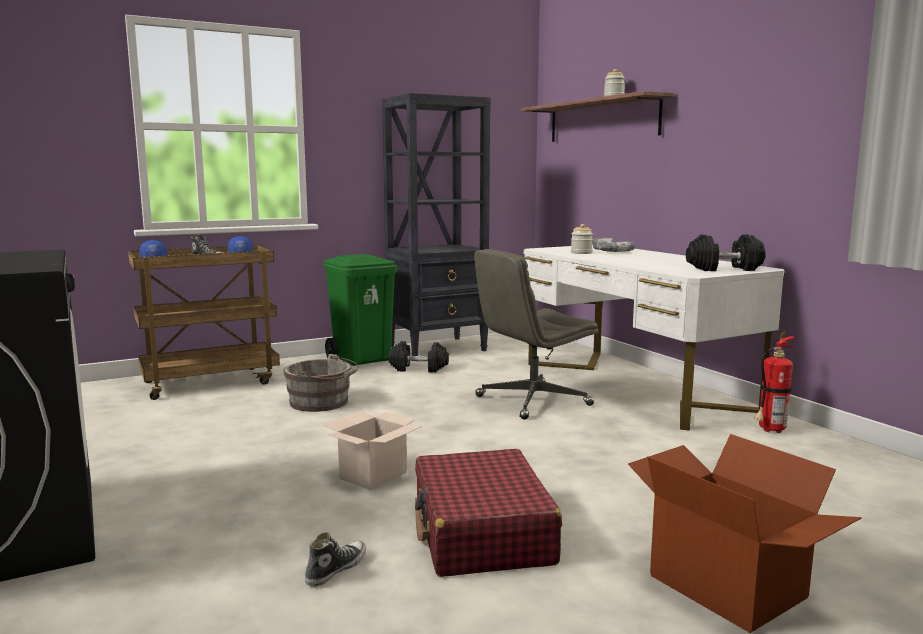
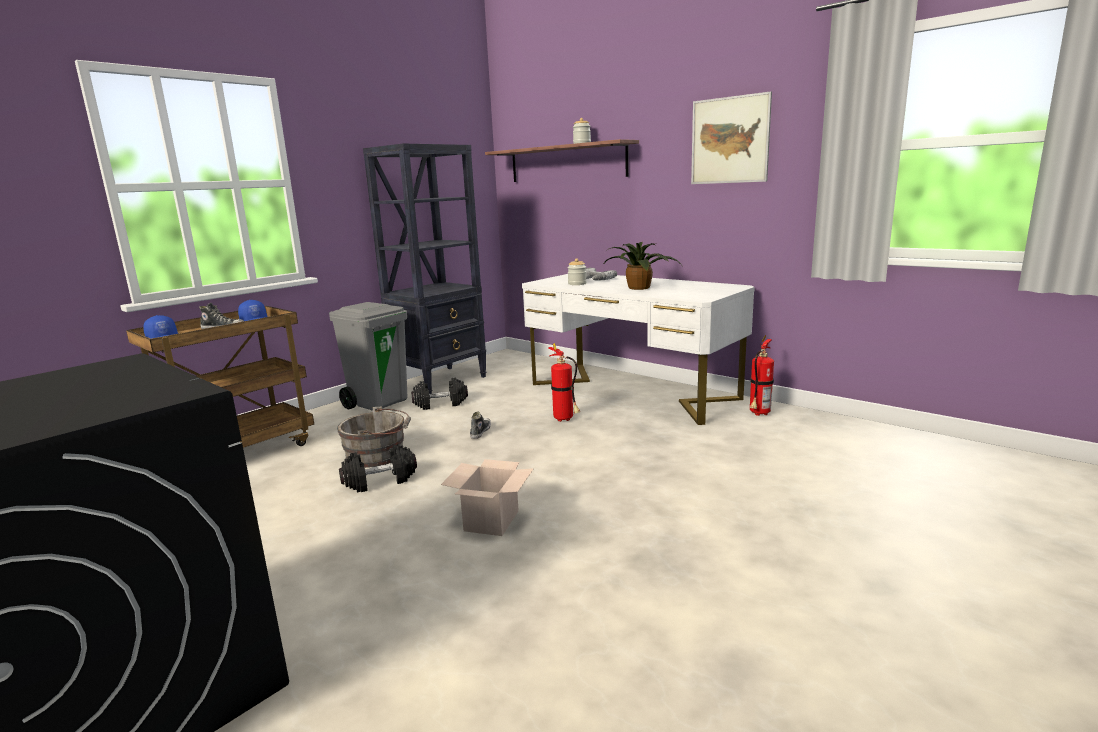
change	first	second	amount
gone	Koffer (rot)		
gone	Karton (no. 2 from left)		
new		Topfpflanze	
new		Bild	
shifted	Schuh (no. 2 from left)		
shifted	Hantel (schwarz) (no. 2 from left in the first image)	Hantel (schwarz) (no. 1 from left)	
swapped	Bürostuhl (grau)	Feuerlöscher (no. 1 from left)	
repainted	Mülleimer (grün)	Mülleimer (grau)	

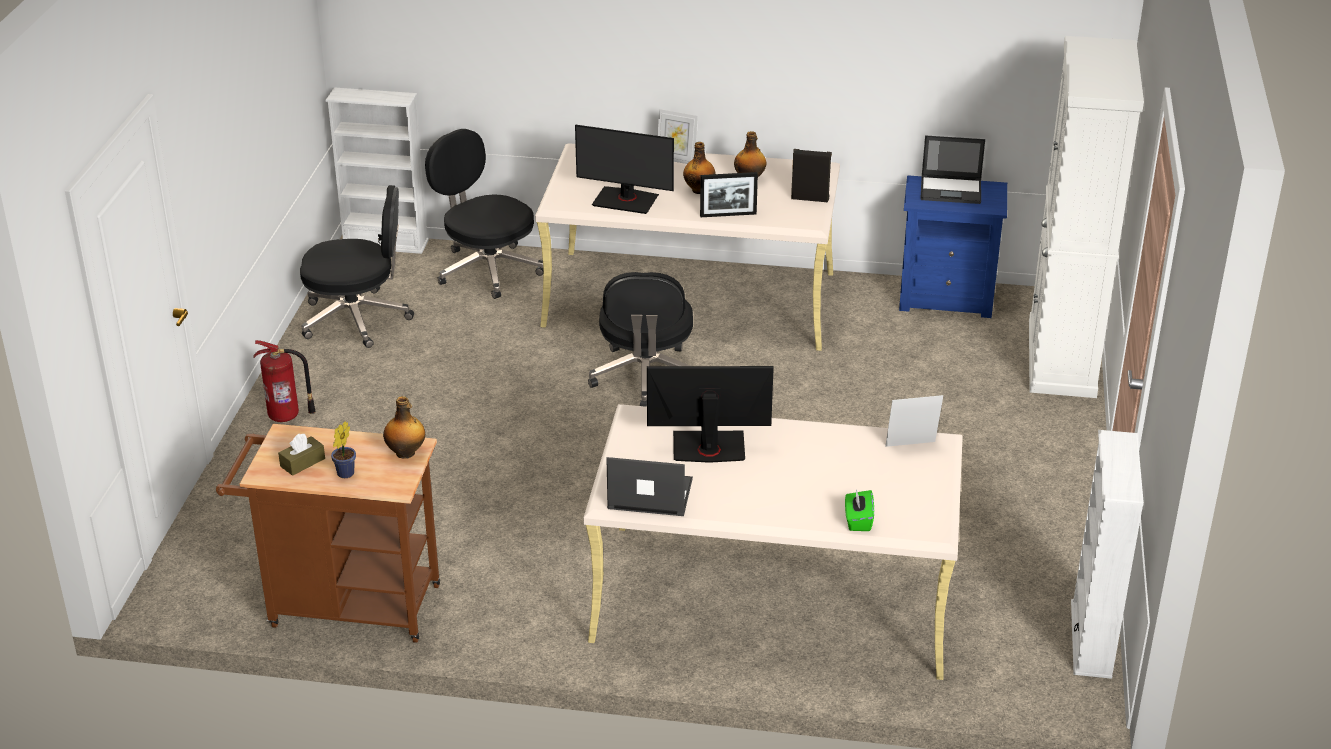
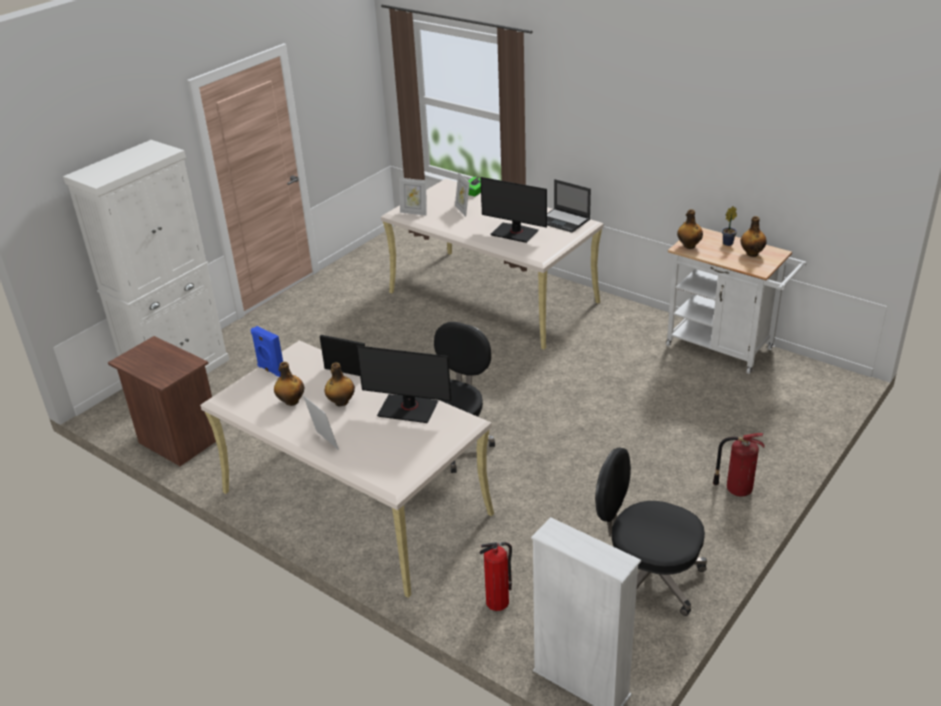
change	first	second	amount
gone	Laptop (no. 2 from left)		
gone	Bücherregal (weiß) (no. 2 from left)		
new		Bilderrahmen (no. 4 from left)	
swapped	Taschentuchbox (braun)	Flasche (no. 4 from left)	
swapped	Bürostuhl (schwarz) (no. 2 from left)	Feuerlöscher (no. 1 from left)	
repainted	Rollwagen (braun)	Rollwagen (weiß)	
repainted	Lautsprecher (schwarz)	Lautsprecher (blau)	
repainted	Nachttisch (blau)	Nachttisch (braun)	
rotated	Monitor (no. 1 from left)		150 degrees clockwise

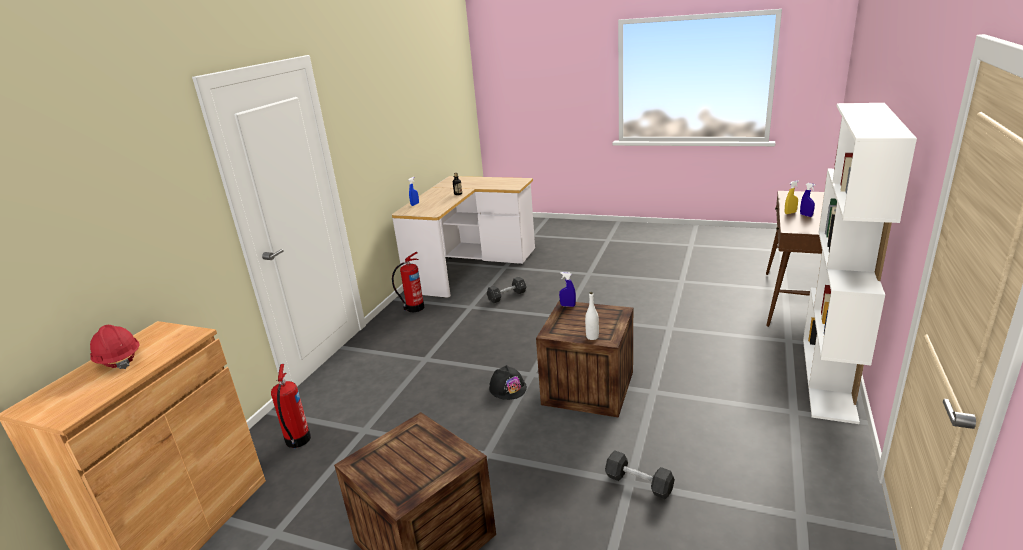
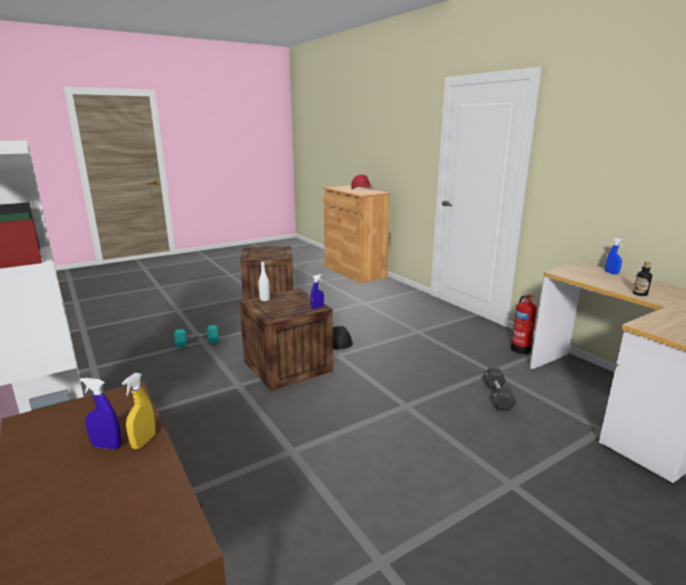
change	first	second	amount
gone	Feuerlöscher (no. 1 from left)		
repainted	Hantel (schwarz) (no. 2 from left)	Hantel (türkis)	

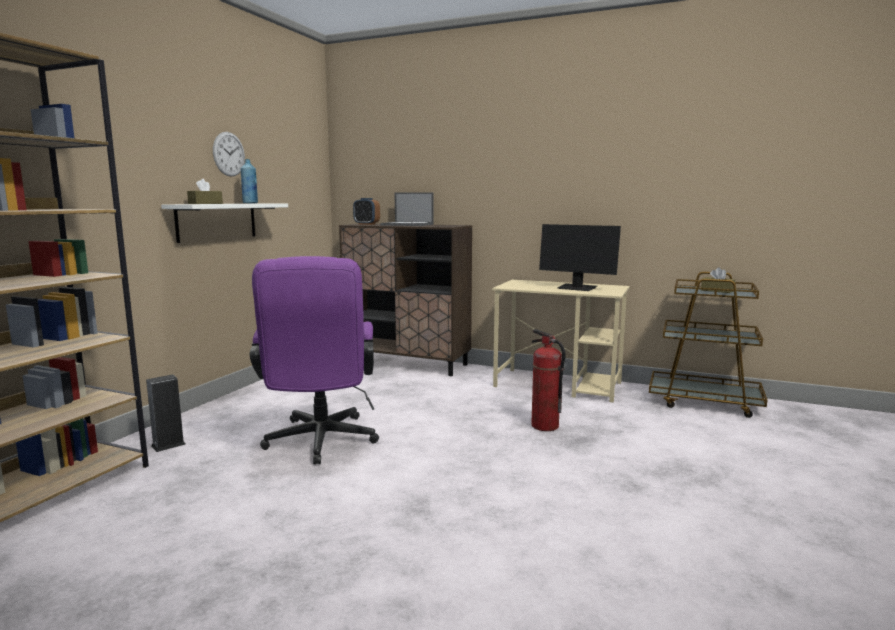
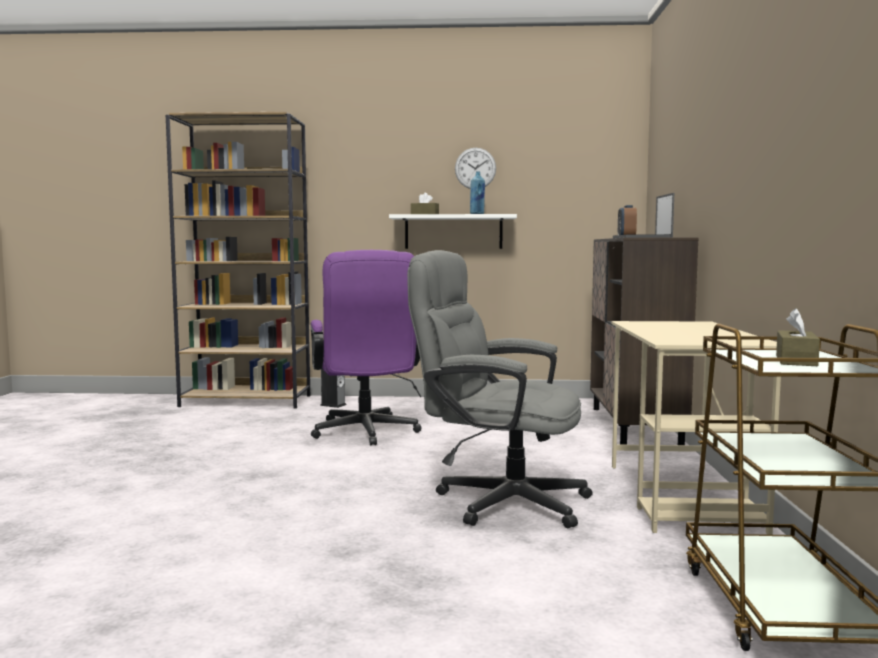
change	first	second	amount
gone	Monitor		
swapped	Feuerlöscher	Bürostuhl (grau)	
rotated	Bürostuhl (lila)		75 degrees counterclockwise

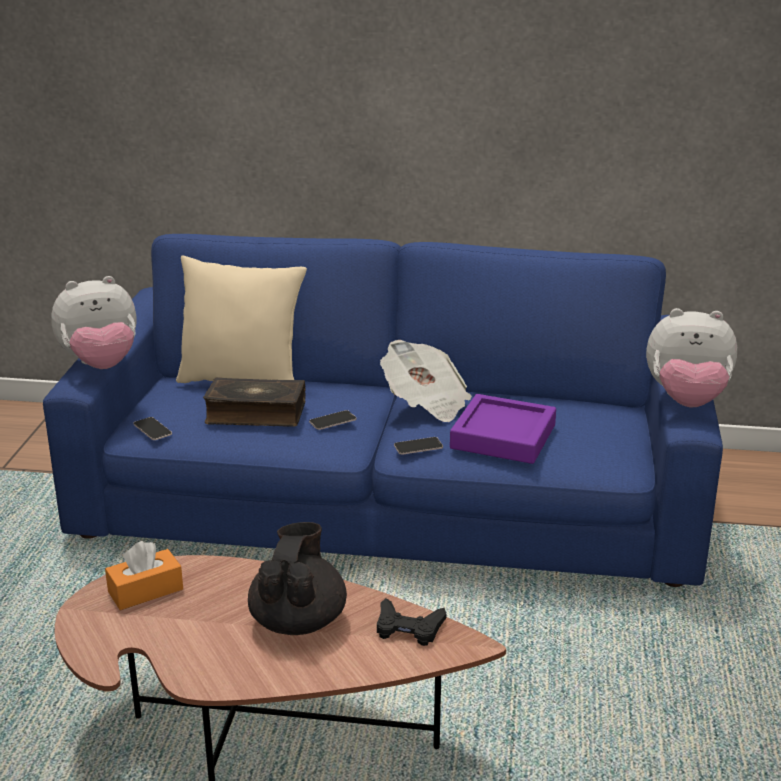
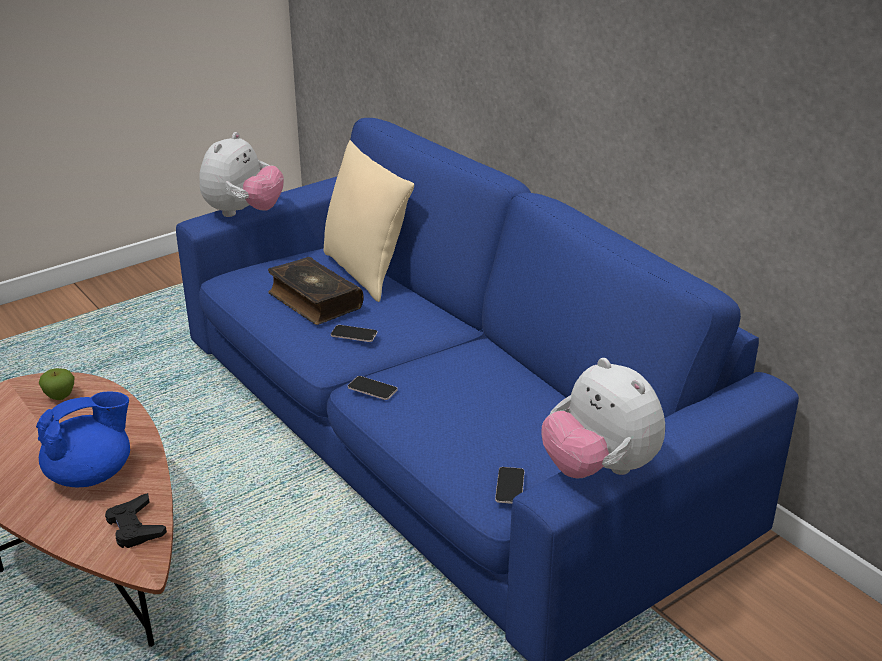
change	first	second	amount
gone	Zeitung		
gone	Tablett (lila)		
shifted	Handy (no. 1 from left in the first image)	Handy (no. 3 from left)	
swapped	Taschentuchbox (orange)	Apfel	
repainted	Teekanne (schwarz)	Teekanne (blau)	
rotated	Plüschtier (no. 1 from left)		90 degrees counterclockwise

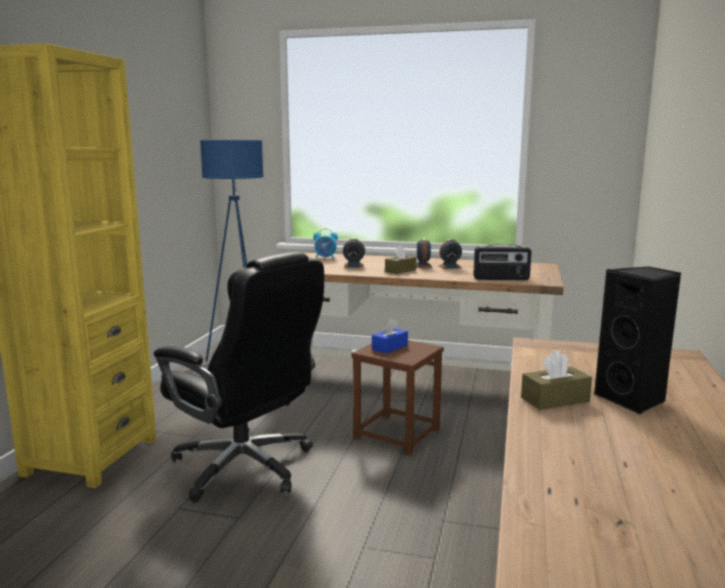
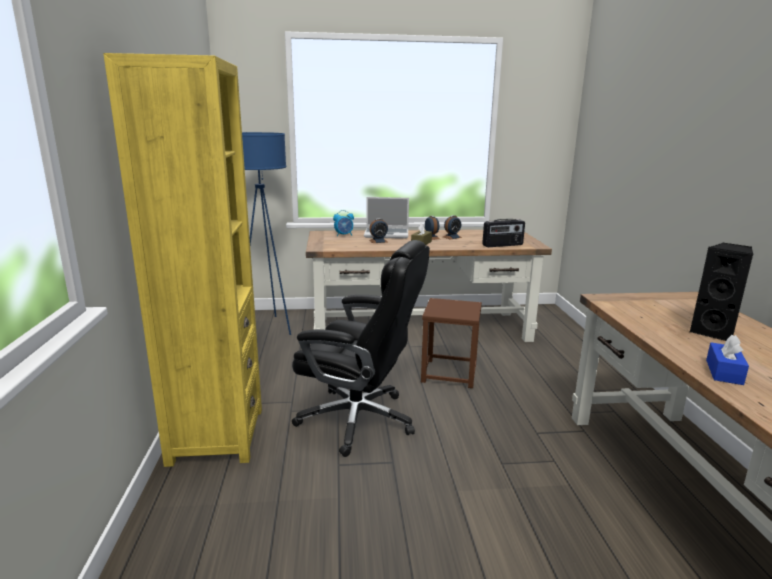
change	first	second	amount
gone	Taschentuchbox (braun) (no. 2 from left)		
new		Laptop	
shifted	Taschentuchbox (blau)		

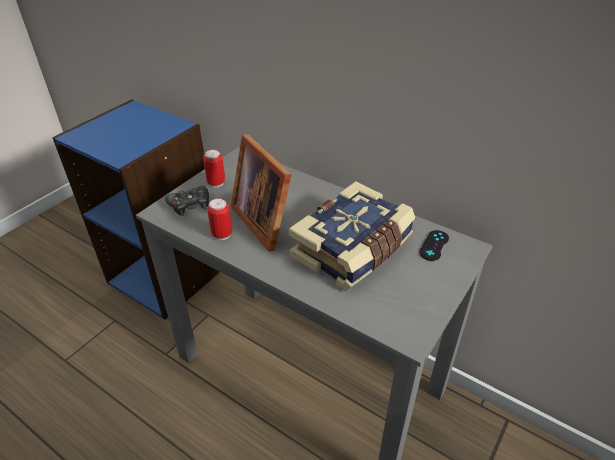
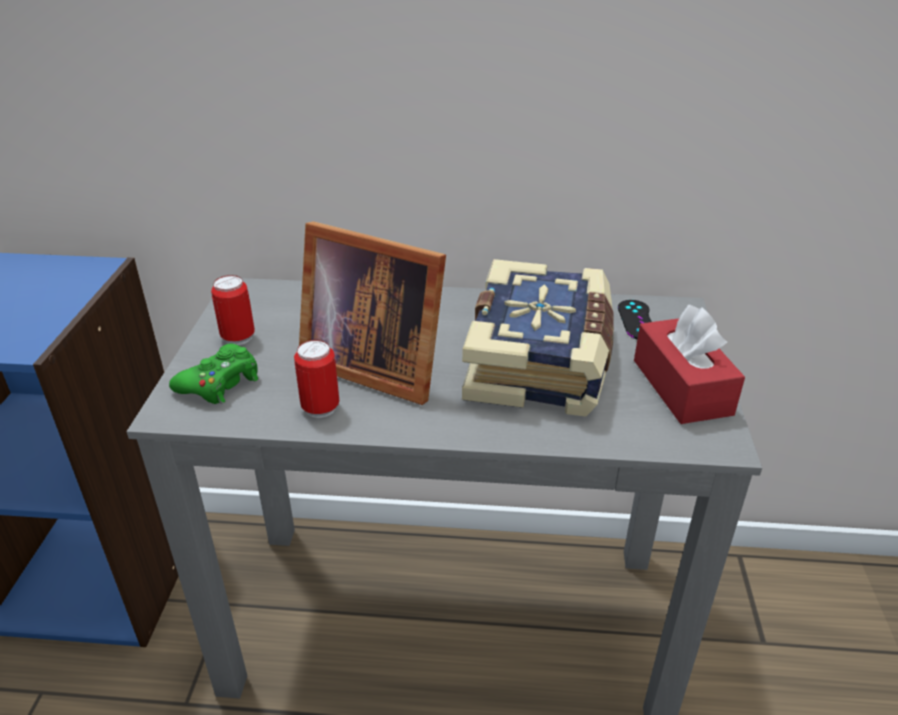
change	first	second	amount
new		Taschentuchbox (rot)	
repainted	Gamepad (schwarz) (no. 1 from left)	Gamepad (grün)	

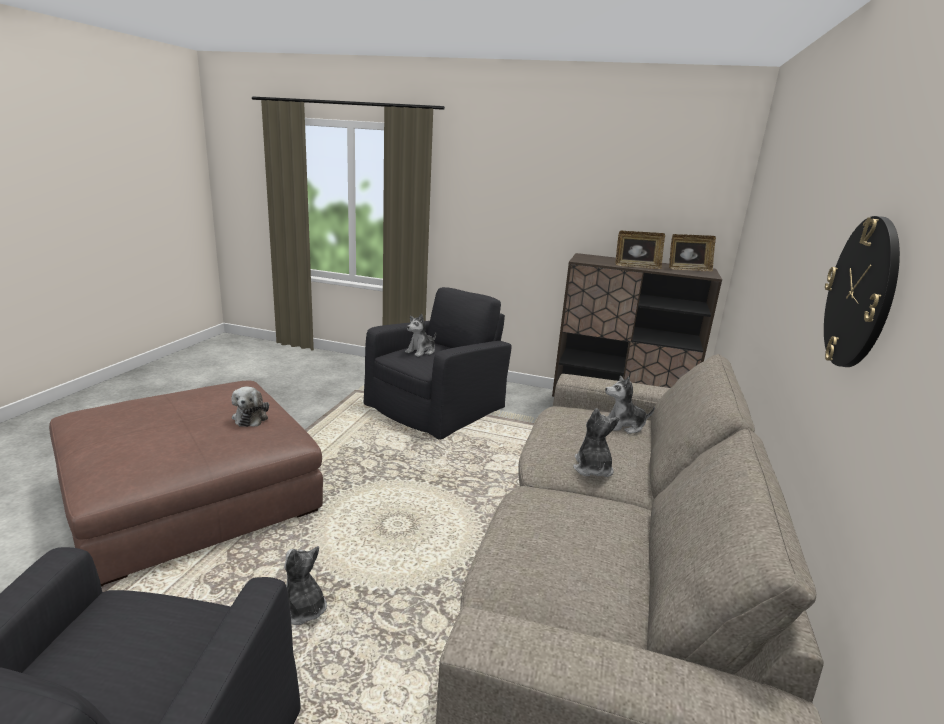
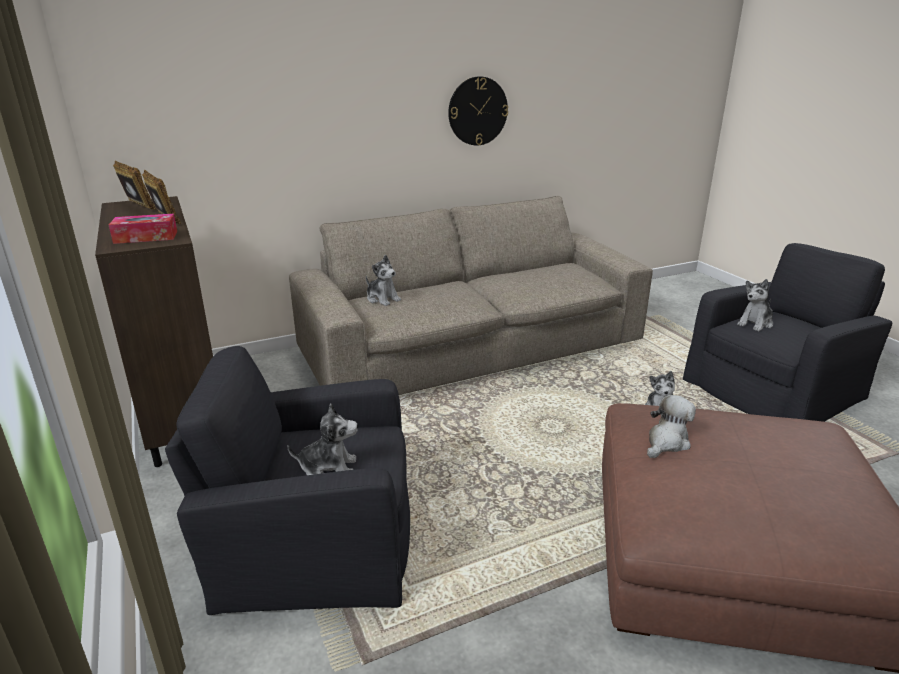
change	first	second	amount
new		Taschentuchbox	
shifted	Plüschtier (no. 4 from left in the first image)	Plüschtier (no. 5 from left)	

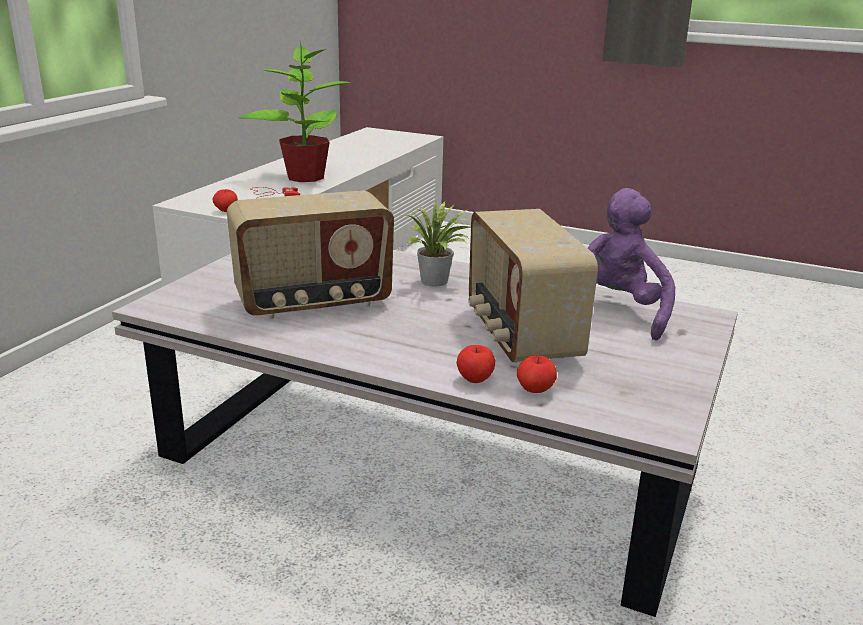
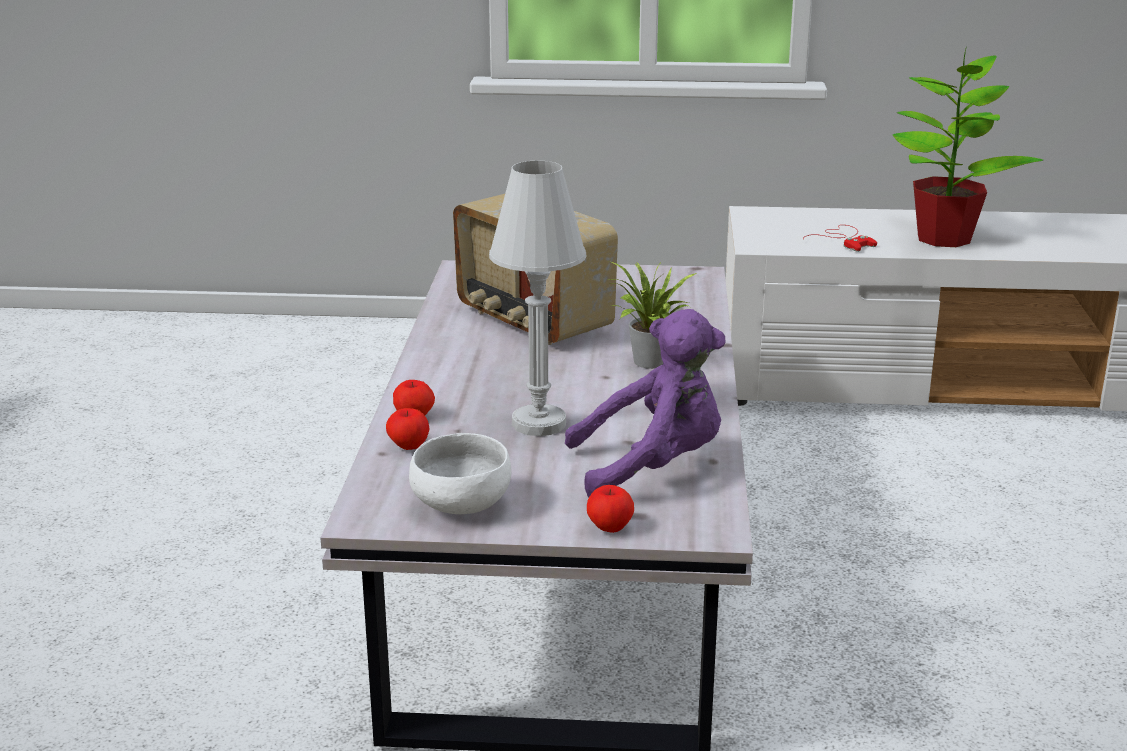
change	first	second	amount
new		Schüssel (weiß)	
shifted	Apfel (no. 1 from left in the first image)	Apfel (no. 3 from left)	
swapped	Radio (no. 2 from left)	Tischlampe (weiß)	

